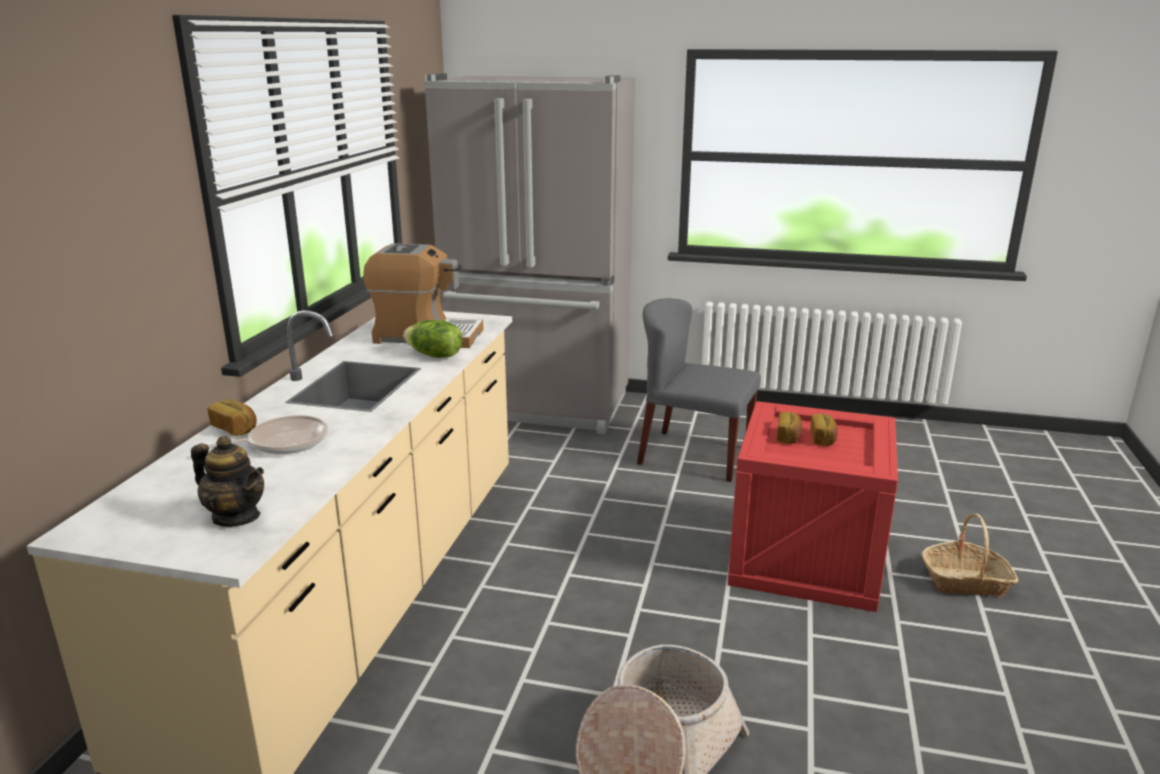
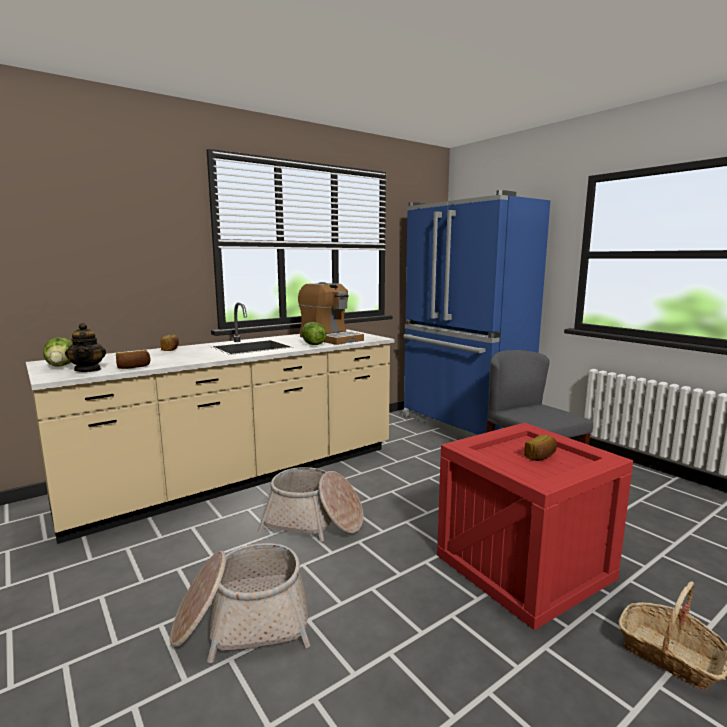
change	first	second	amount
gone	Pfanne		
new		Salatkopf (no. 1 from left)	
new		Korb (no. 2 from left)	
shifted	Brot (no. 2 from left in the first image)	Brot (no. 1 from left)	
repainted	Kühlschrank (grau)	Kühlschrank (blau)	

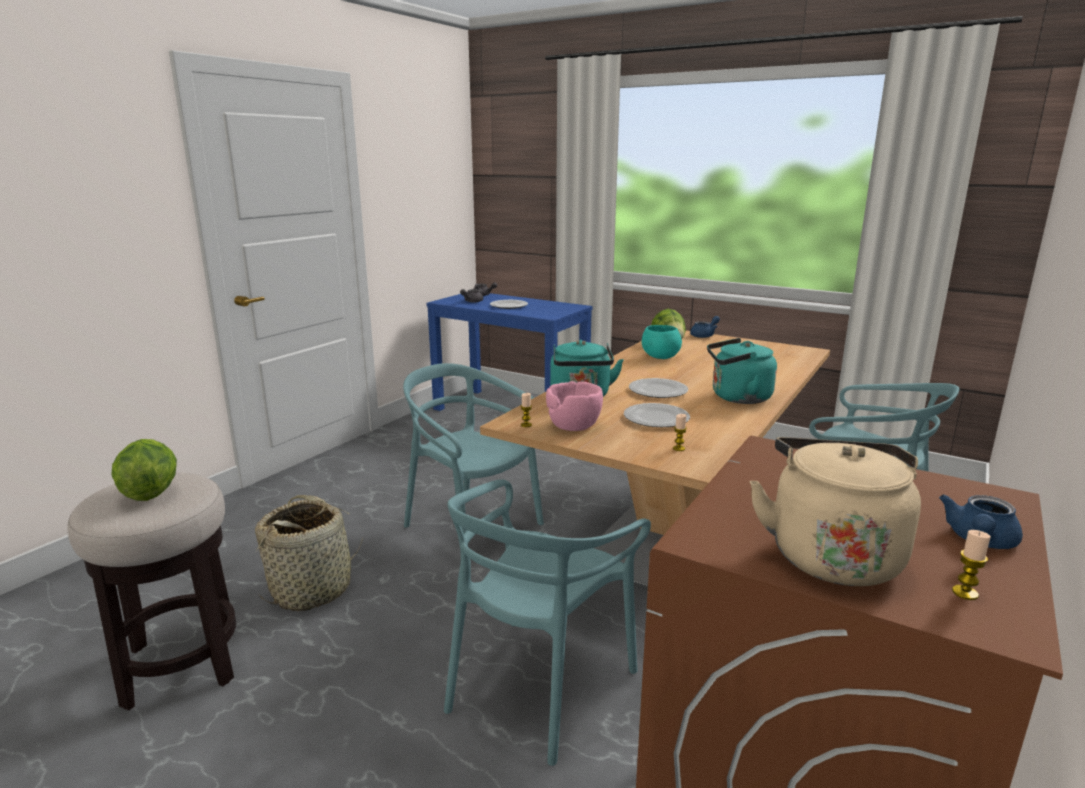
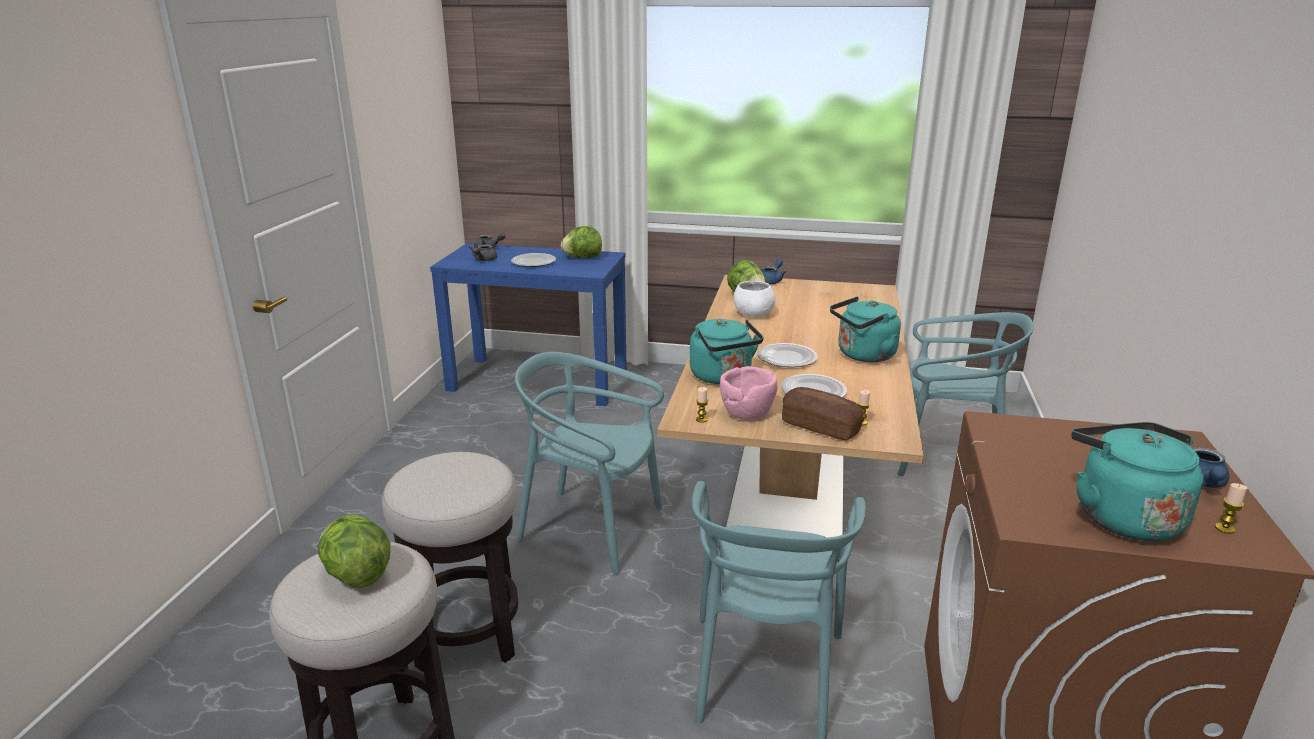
change	first	second	amount
new		Salatkopf (no. 2 from left)	
new		Brot	
swapped	Korb	Hocker (no. 2 from left)	
repainted	Schüssel (türkis)	Schüssel (weiß)	
repainted	Wasserkessel (beige)	Wasserkessel (türkis) (no. 3 from left)	

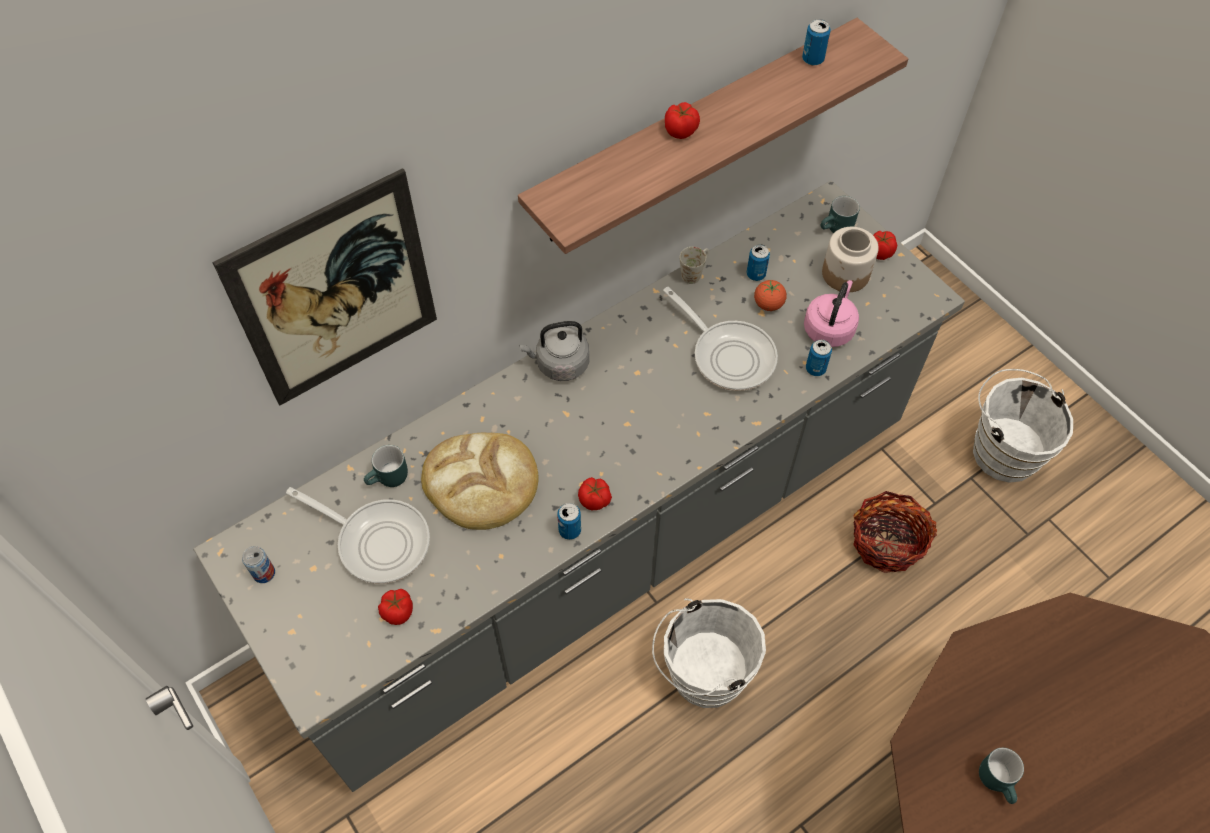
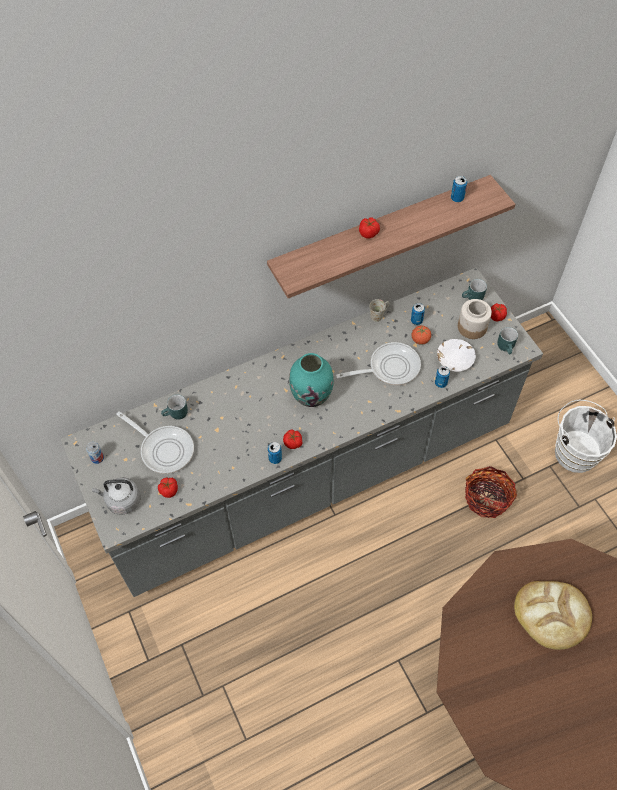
change	first	second	amount
gone	Bild		
gone	Eimer (weiß) (no. 1 from left)		
new		Vase (türkis)	
shifted	Brot		
shifted	Wasserkessel (grau)		
shifted	Henkelbecher (türkis) (no. 3 from left)		
swapped	Wasserkessel (rosa)	Schüssel (weiß)	
rotated	Pfanne (no. 2 from left)		75 degrees counterclockwise

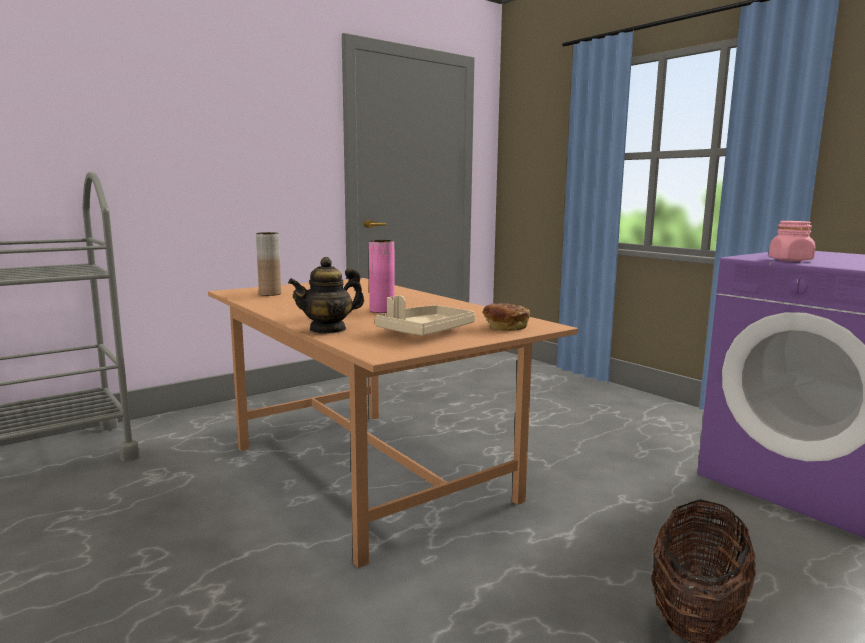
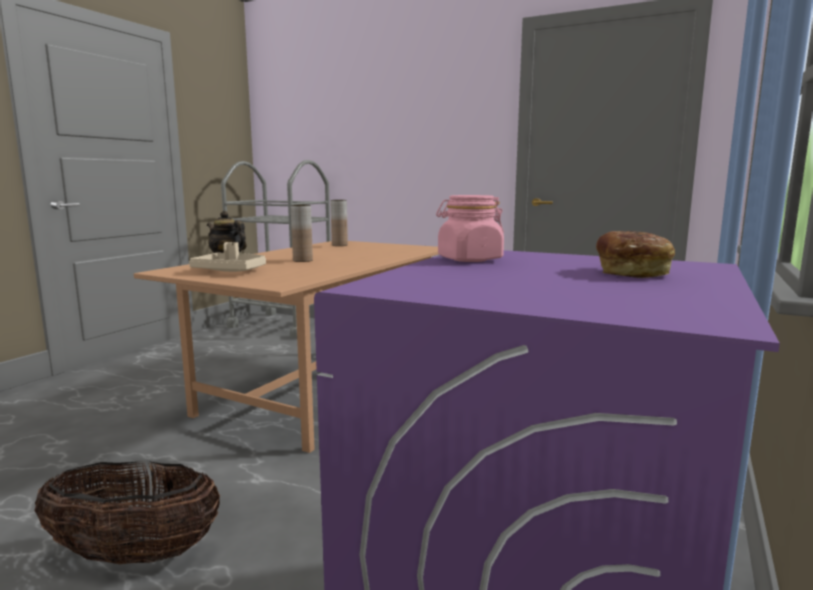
change	first	second	amount
shifted	Brot		
repainted	Vase (rosa)	Vase (braun) (no. 1 from left)	

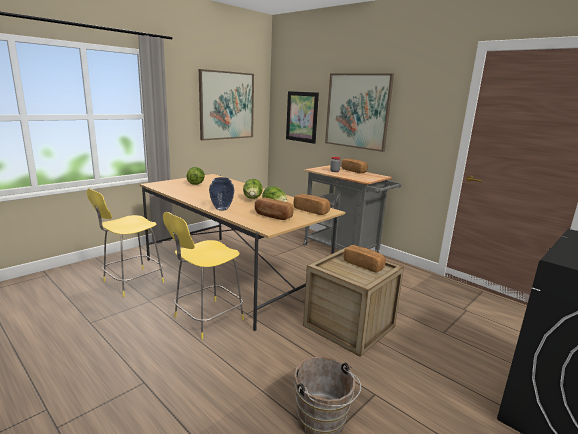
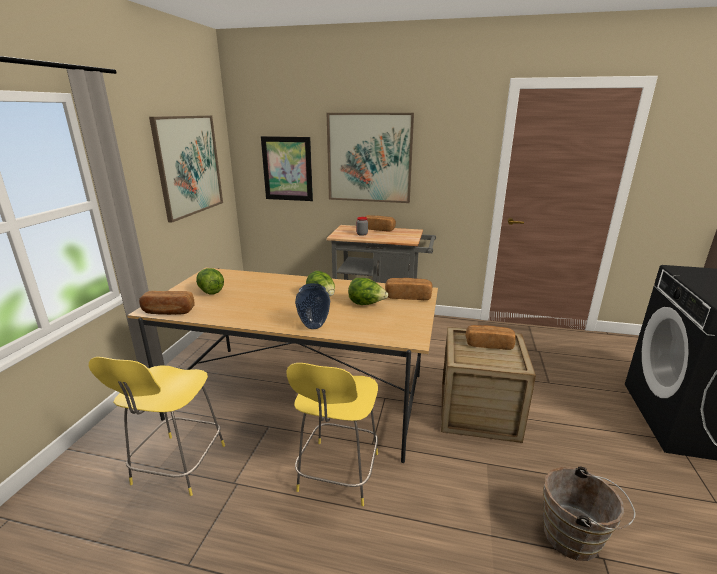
change	first	second	amount
shifted	Brot (no. 1 from left)		

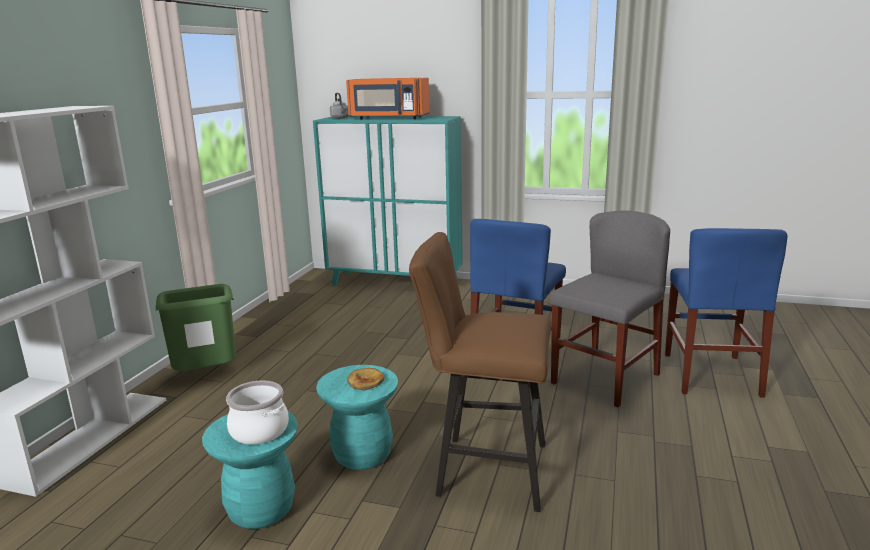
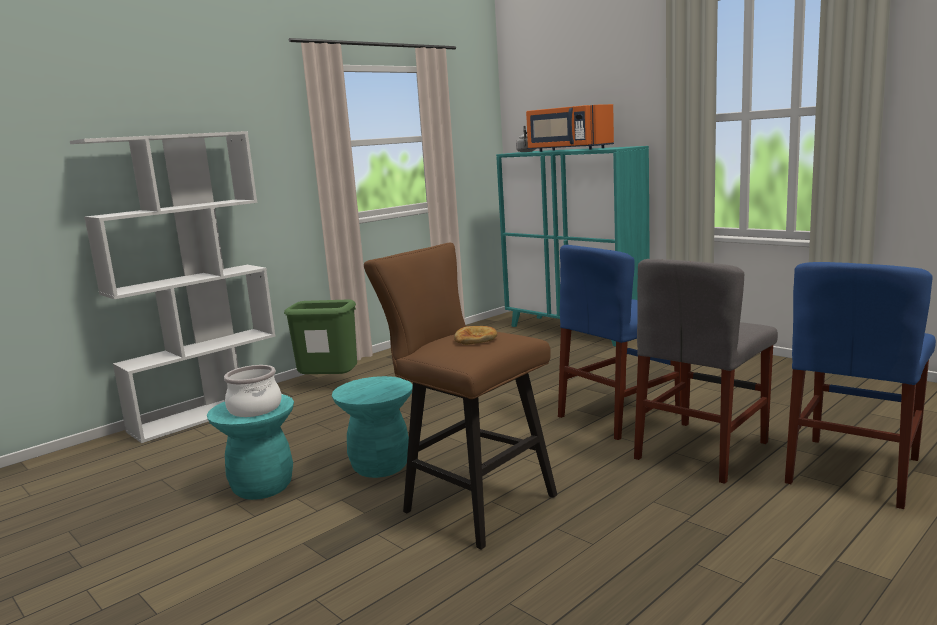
change	first	second	amount
shifted	Brot		
rotated	Stuhl (grau)		150 degrees clockwise

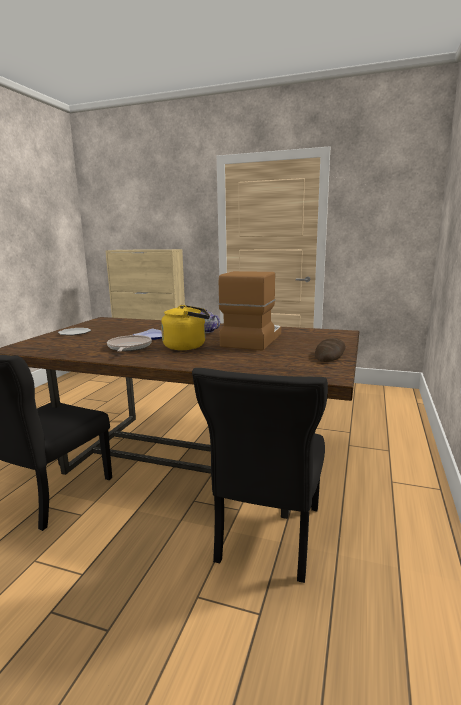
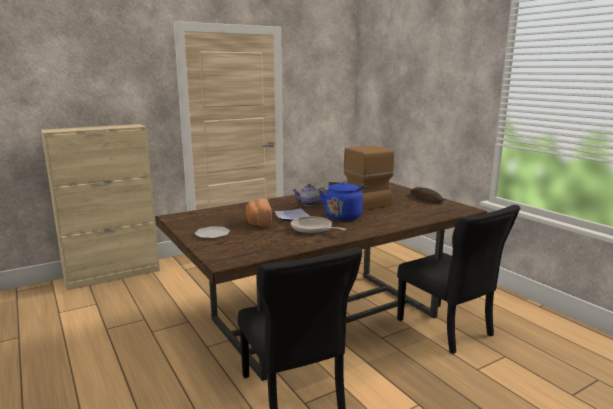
change	first	second	amount
new		Brot (no. 1 from left)	
repainted	Wasserkessel (gelb)	Wasserkessel (blau)	

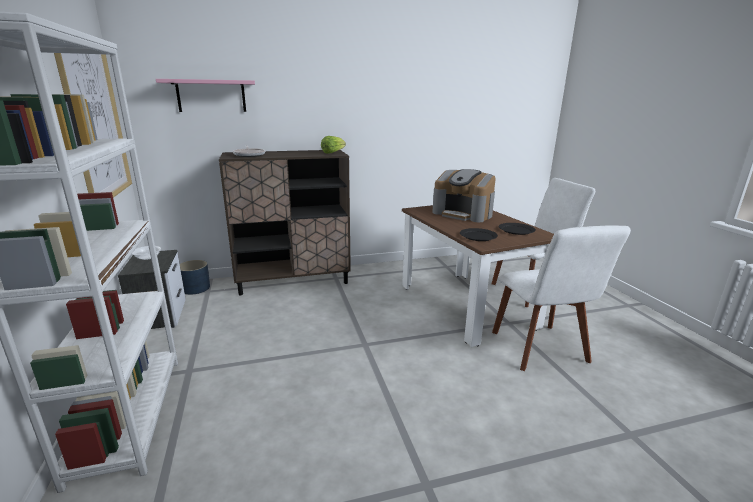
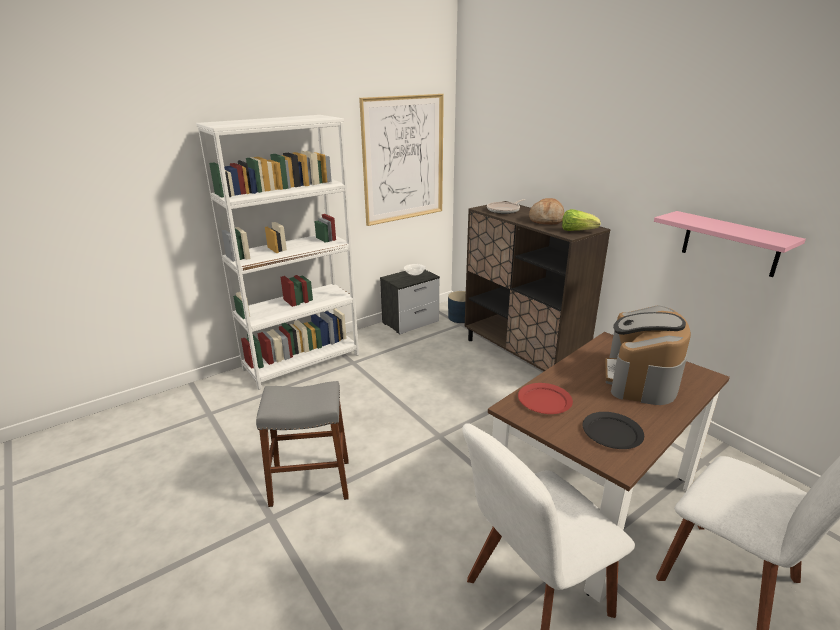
change	first	second	amount
new		Hocker (grau)	
new		Brot	
shifted	Wandregal (rosa)		
repainted	Teller (schwarz) (no. 1 from left)	Teller (rot)	

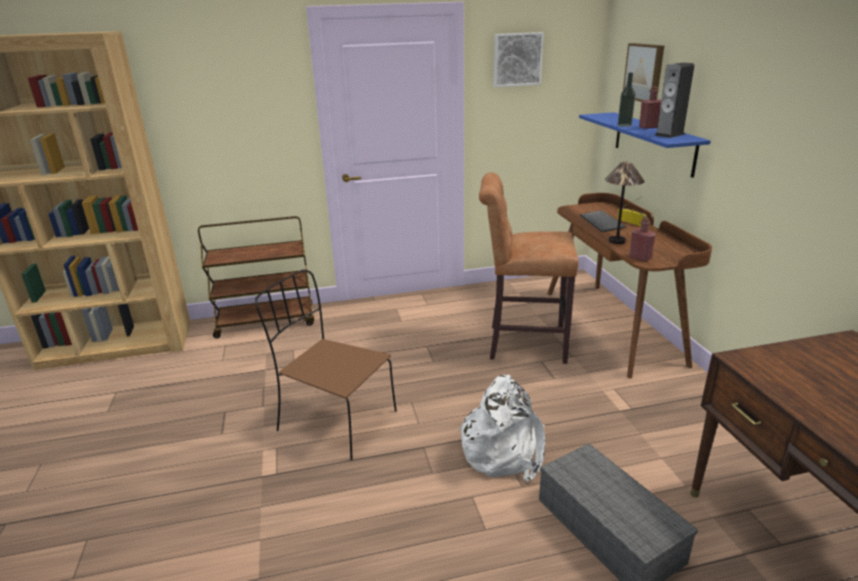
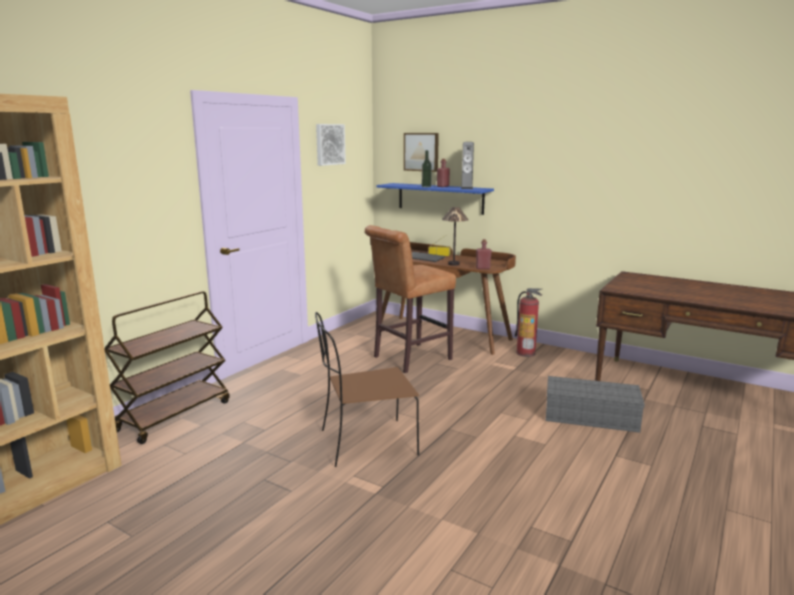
change	first	second	amount
gone	Rucksack (weiß)		
new		Feuerlöscher	

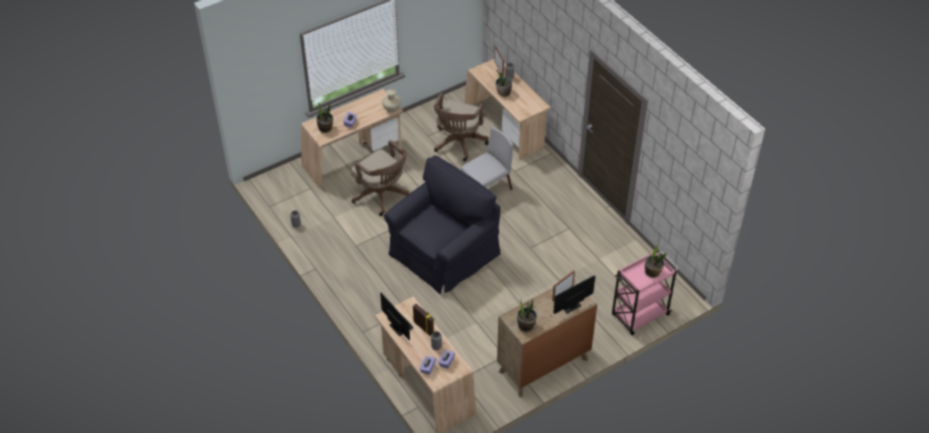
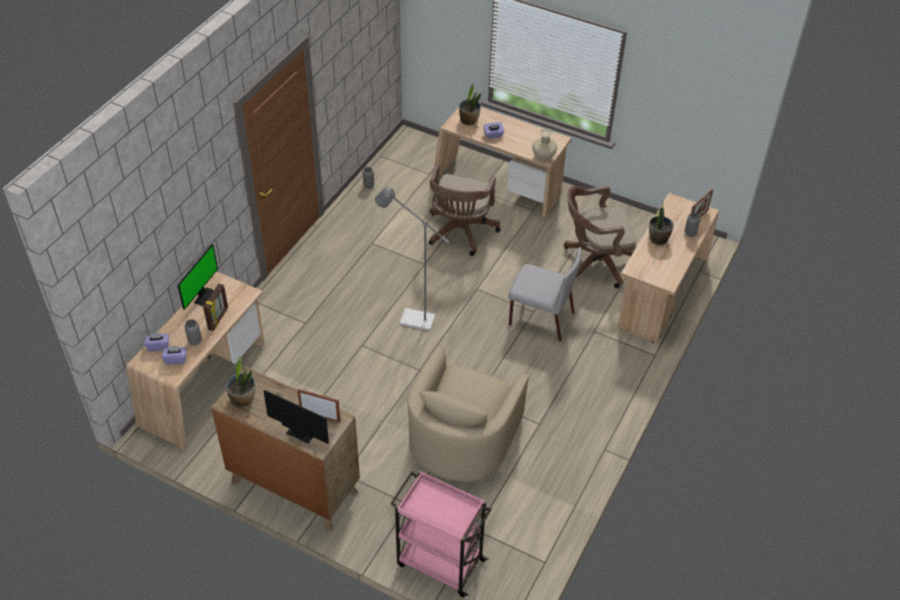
change	first	second	amount
gone	Topfpflanze (no. 4 from left)		
new		Sessel (beige)	
swapped	Sessel (schwarz)	Stehlampe (grau)	

